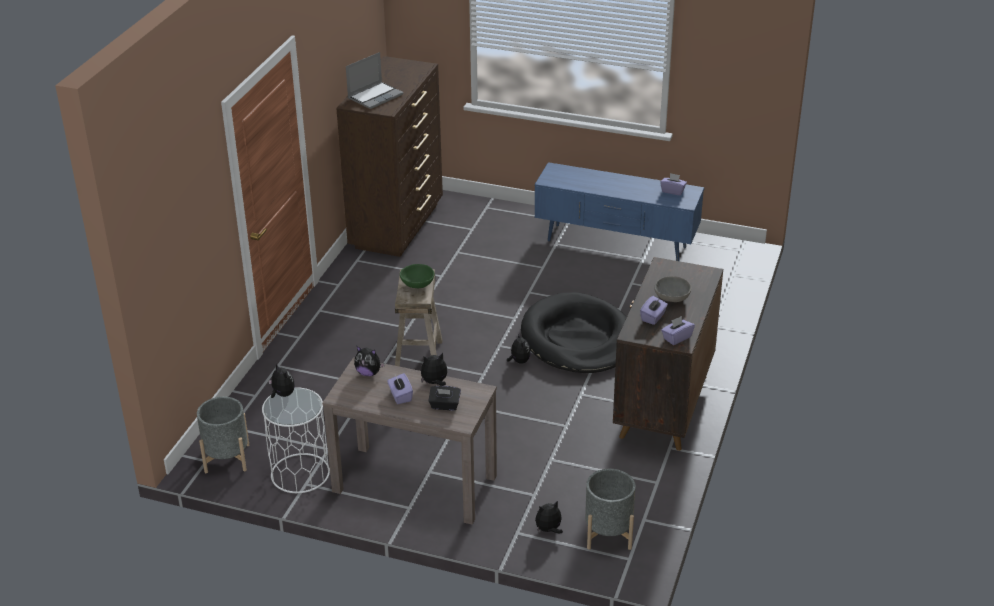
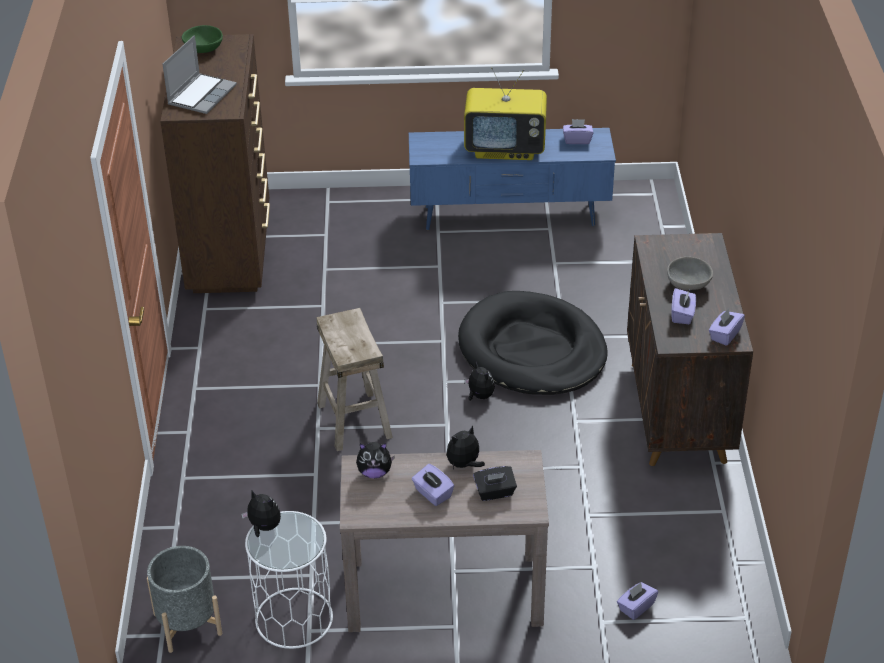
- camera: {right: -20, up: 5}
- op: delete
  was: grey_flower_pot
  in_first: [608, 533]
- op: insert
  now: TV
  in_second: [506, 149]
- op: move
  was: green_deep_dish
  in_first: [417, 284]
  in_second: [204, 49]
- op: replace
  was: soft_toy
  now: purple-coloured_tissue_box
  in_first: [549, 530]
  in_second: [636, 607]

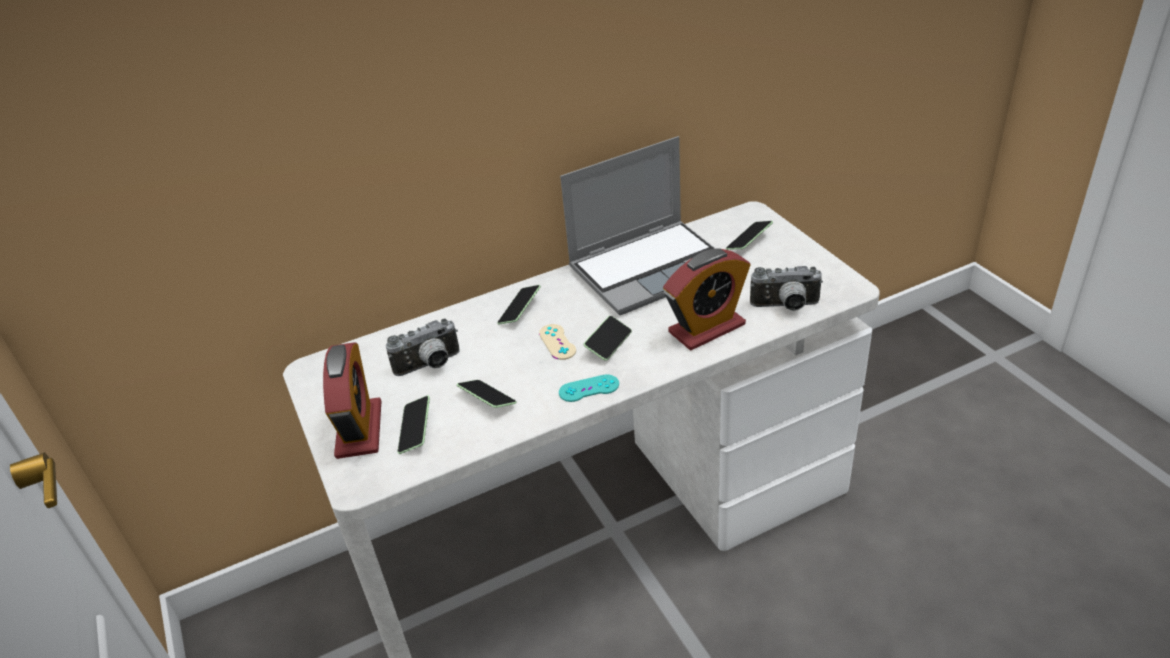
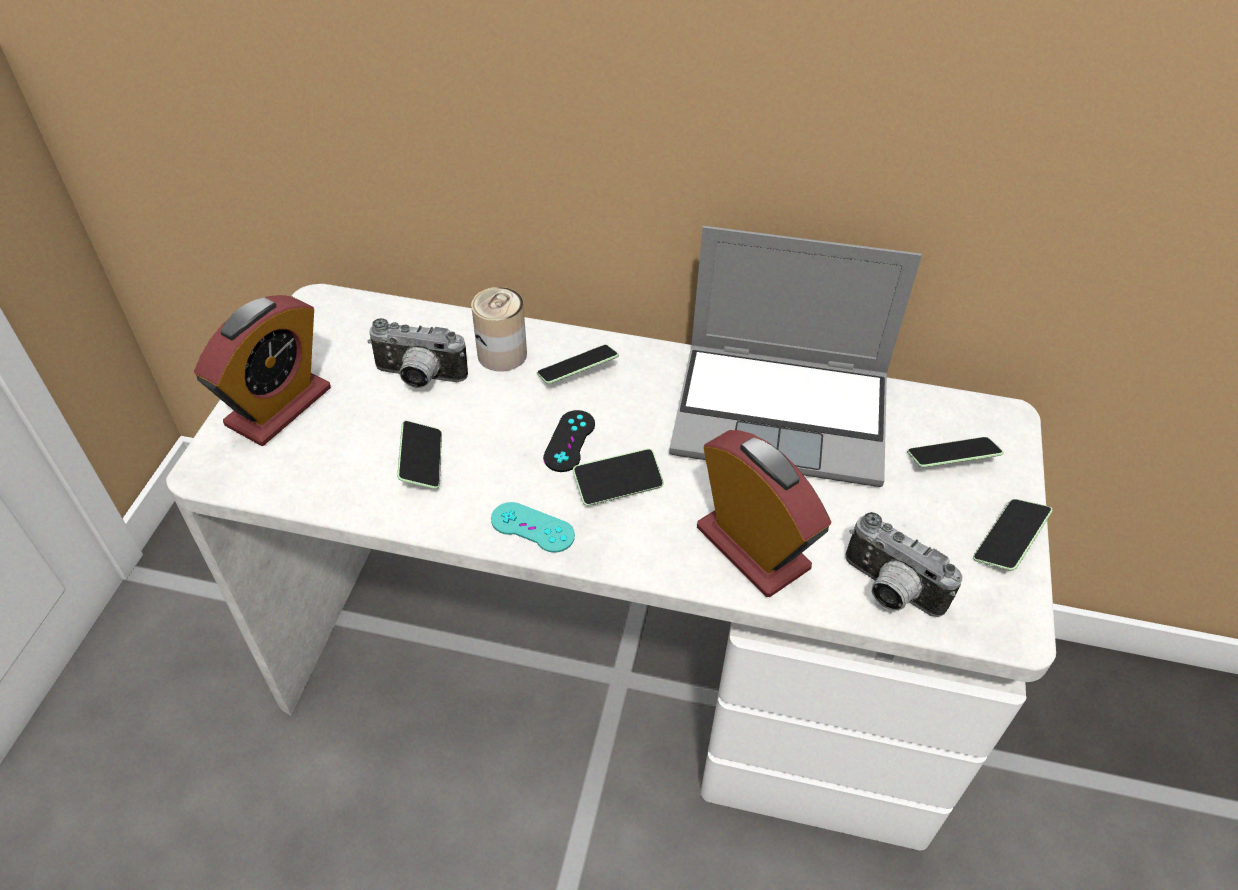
- camera: {right: 35, up: 10}
- op: insert
  now: can
  in_second: [502, 354]
- op: move
  was: handset
  in_first: [415, 431]
  in_second: [1008, 542]
- op: recolor
  was: beige_gamepad
  now: black-coloured_gamepad
  in_first: [557, 342]
  in_second: [569, 441]
- op: rotate
  was: alarm_clock
  in_first: [706, 328]
  in_second: [752, 548]
  clockwise: -135

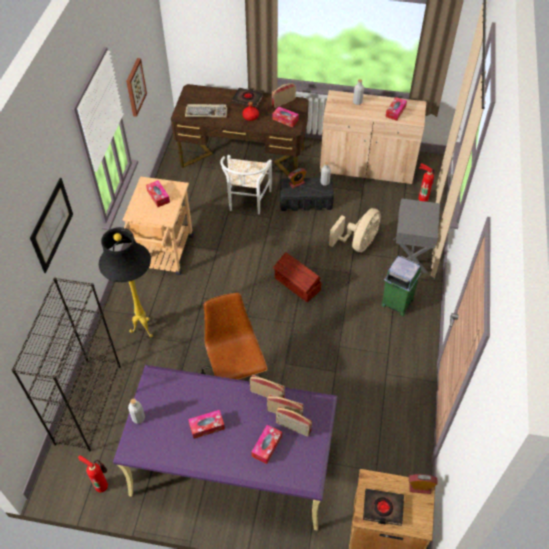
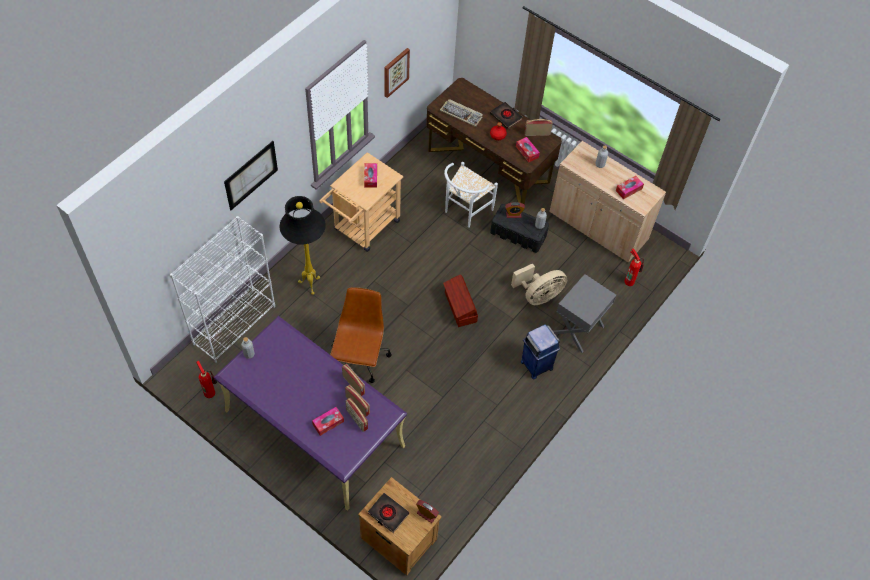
- camera: {right: 25, up: 5}
- op: delete
  was: tissue_box
  in_first: [207, 426]
- op: recolor
  was: black-coloured_bookcase
  now: white_bookcase
  in_first: [88, 403]
  in_second: [234, 324]
- op: recolor
  was: green_waste_bin
  now: blue_waste_bin
  in_first: [396, 302]
  in_second: [536, 364]

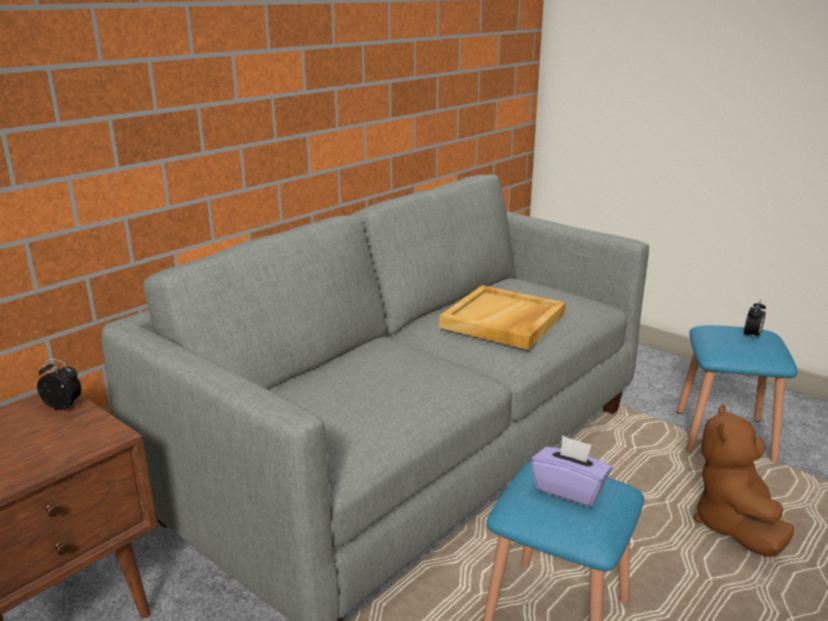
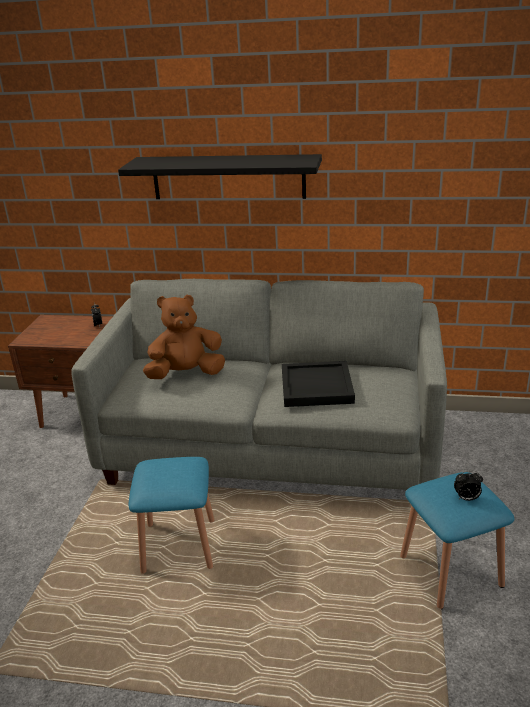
- camera: {right: 60, up: 5}
- op: delete
  was: purple-coloured_tissue_box
  in_first: [569, 490]
- op: insert
  now: black-coloured_shelf
  in_second: [228, 177]
- op: move
  was: brownish_soft_toy
  in_first: [734, 526]
  in_second: [186, 374]
- op: recolor
  was: beige_tray
  now: black-coloured_tray
  in_first: [503, 321]
  in_second: [316, 387]

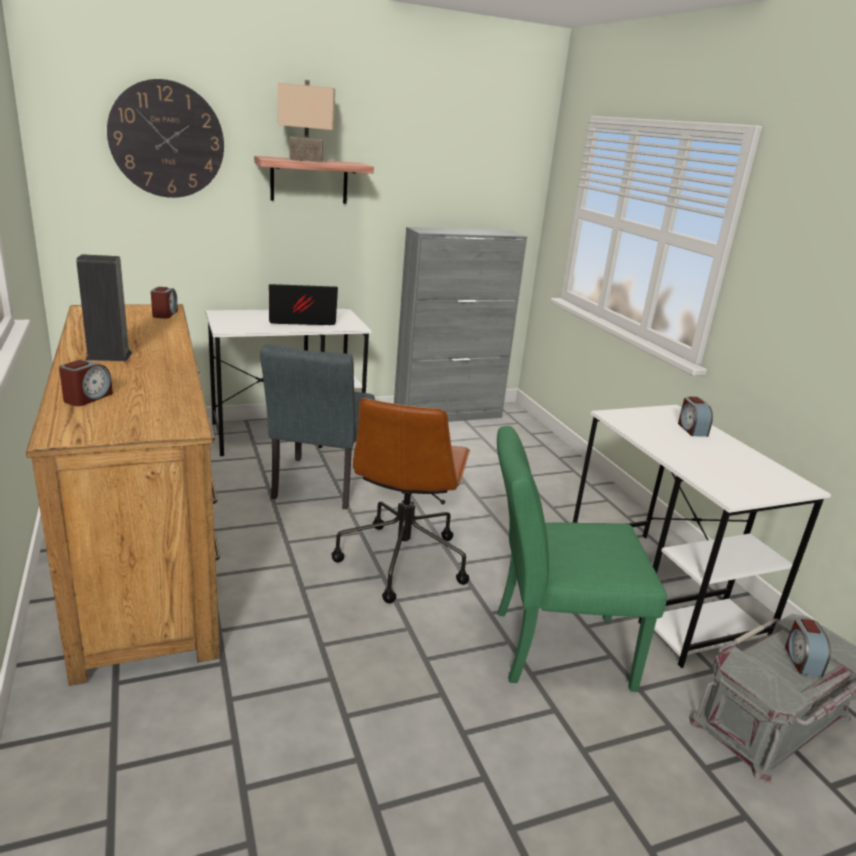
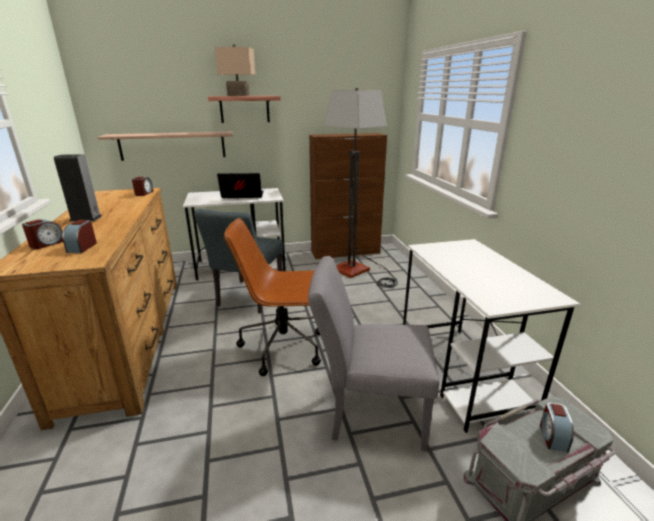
- camera: {right: 10, up: 0}
- op: delete
  was: wall_clock
  in_first: [167, 140]
- op: insert
  now: shelf
  in_second: [172, 145]
- op: insert
  now: floor_lamp
  in_second: [360, 272]
- op: move
  was: alarm_clock
  in_first: [691, 429]
  in_second: [82, 247]
- op: recolor
  was: grey_cabinet
  now: brownish_cabinet
  in_first: [448, 414]
  in_second: [345, 252]
- op: recolor
  was: green_upright_chair
  now: grey_upright_chair
  in_first: [549, 647]
  in_second: [369, 413]
- op: rotate
  was: brownish_computer_chair
  in_first: [402, 559]
  in_second: [285, 347]
  clockwise: 75

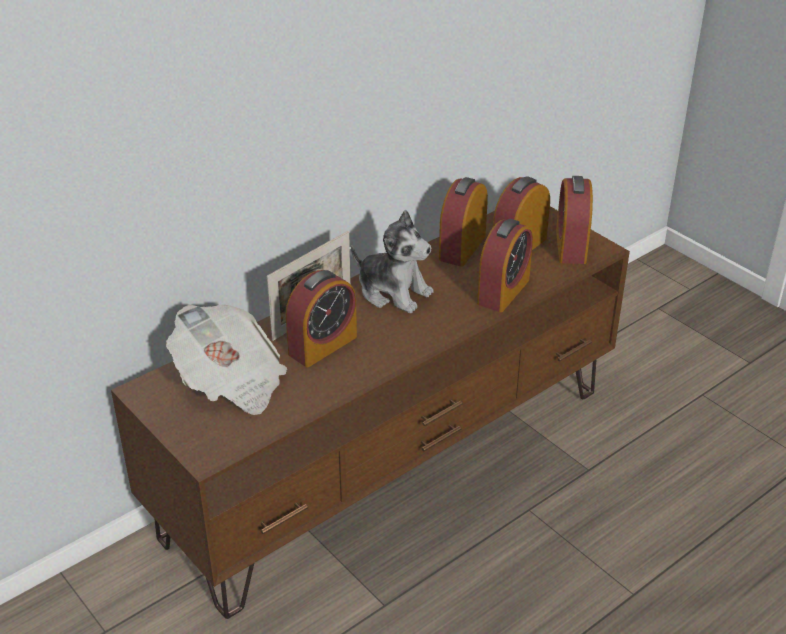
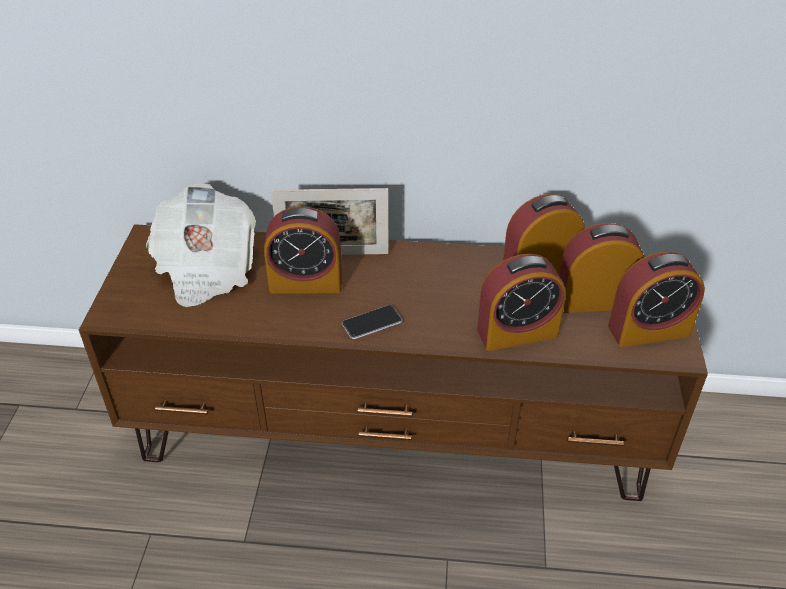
- camera: {right: 45, up: 5}
- op: delete
  was: soft_toy
  in_first: [393, 292]
- op: insert
  now: handset
  in_second: [372, 323]
- op: rotate
  was: alarm_clock
  in_first: [570, 246]
  in_second: [648, 330]
  clockwise: -150

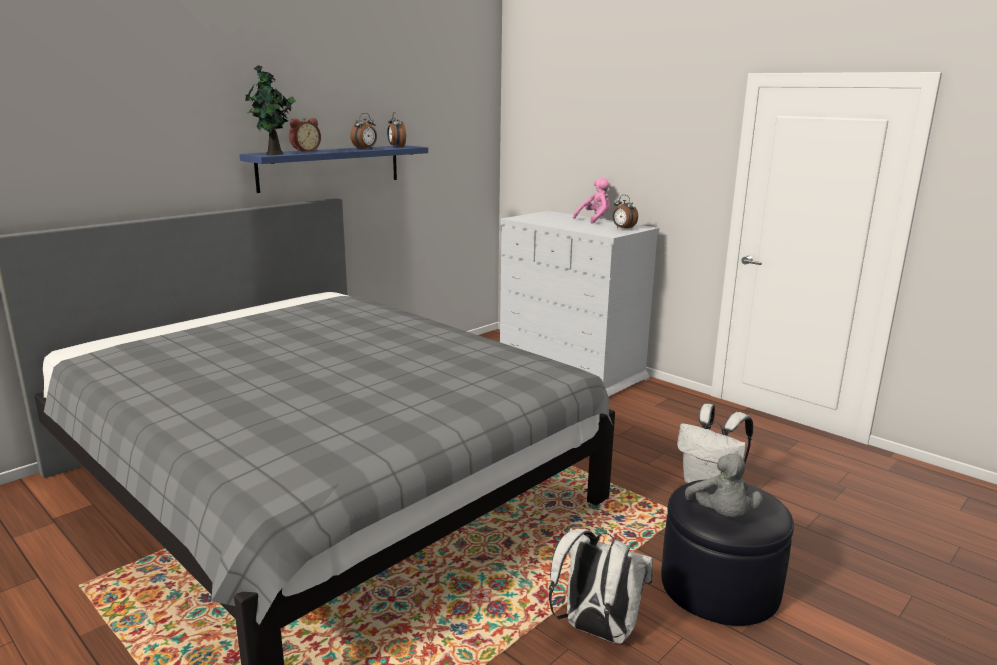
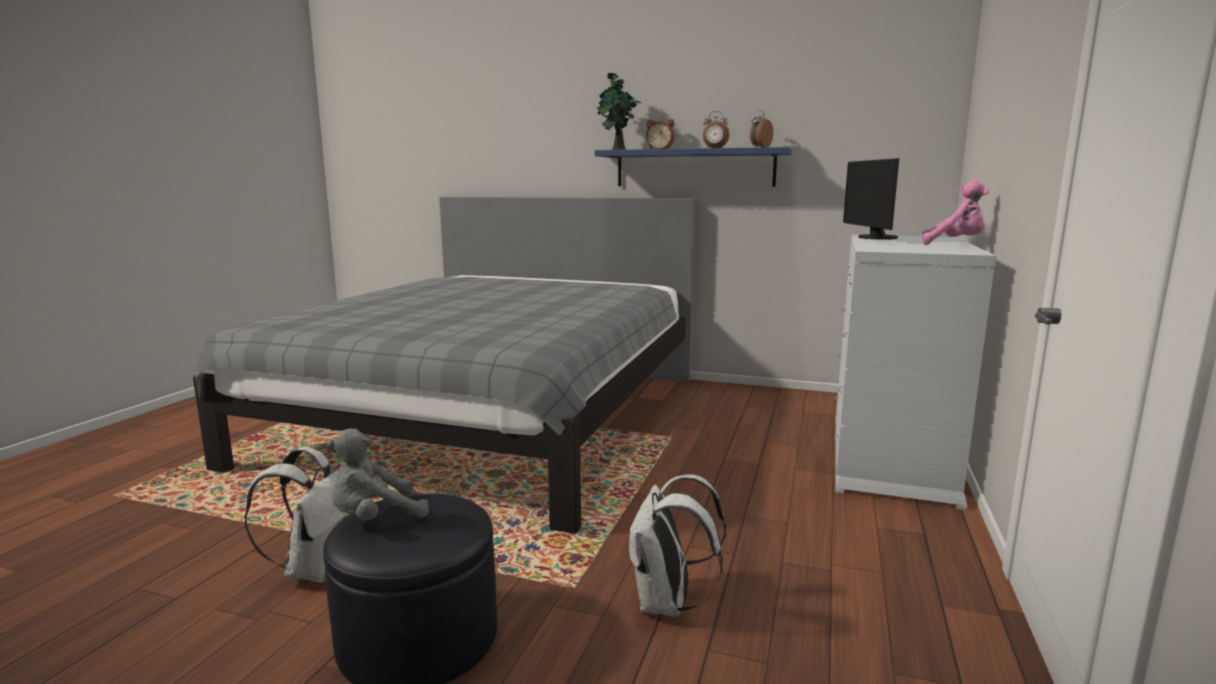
- camera: {right: 65, up: -5}
- op: delete
  was: alarm_clock
  in_first: [623, 228]
- op: insert
  now: monitor
  in_second: [873, 238]

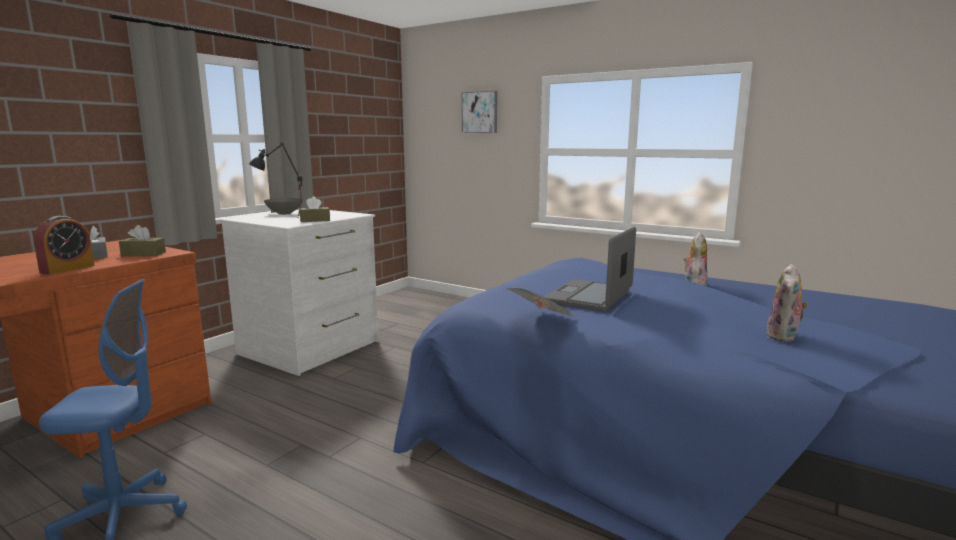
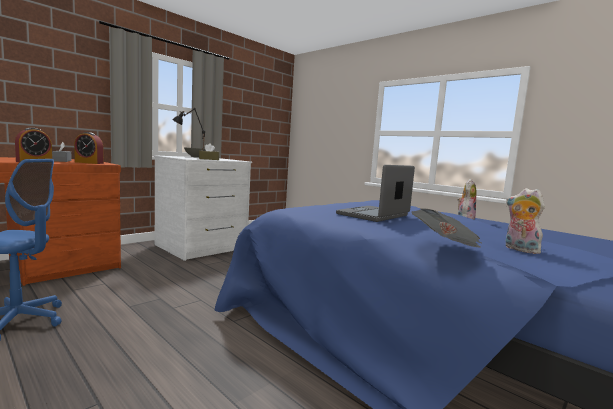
- camera: {right: 10, up: -5}
- op: delete
  was: wall_picture
  in_first: [480, 112]
- op: move
  was: newspaper
  in_first: [543, 321]
  in_second: [446, 247]
- op: replace
  was: brownish_tissue_box
  now: alarm_clock
  in_first: [143, 254]
  in_second: [89, 163]
- op: rotate
  was: soft_toy
  in_first: [784, 337]
  in_second: [519, 249]
  clockwise: 105

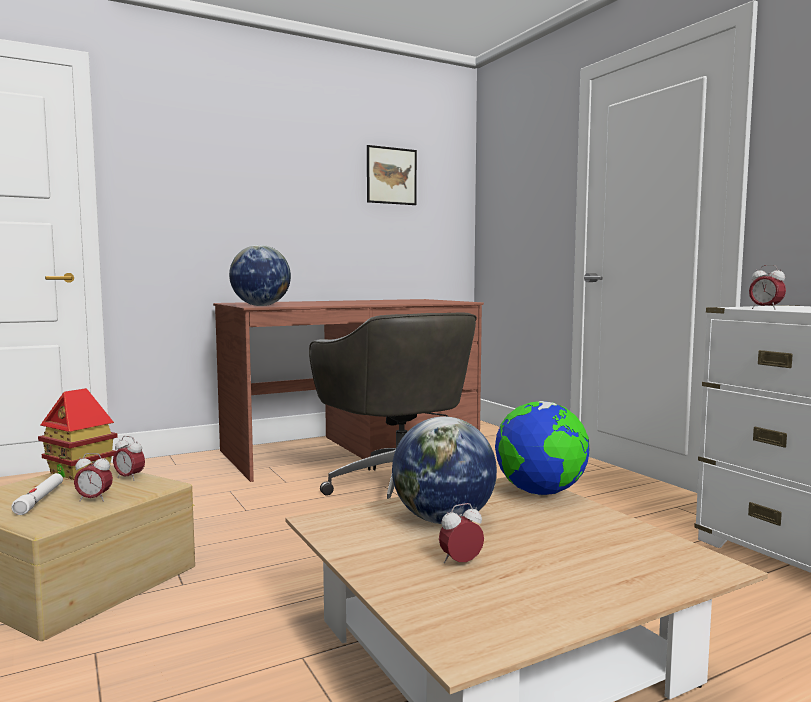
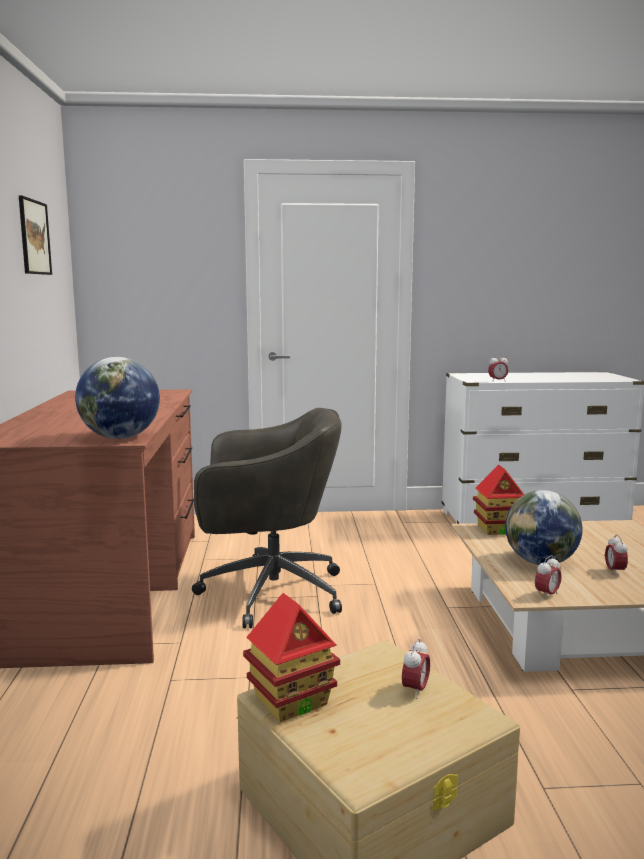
- camera: {right: -65, up: 5}
- op: delete
  was: white_hand_torch
  in_first: [40, 499]
- op: move
  was: alarm_clock
  in_first: [129, 478]
  in_second: [547, 595]
- op: replace
  was: globe
  now: miniature_house
  in_first: [540, 493]
  in_second: [498, 529]

